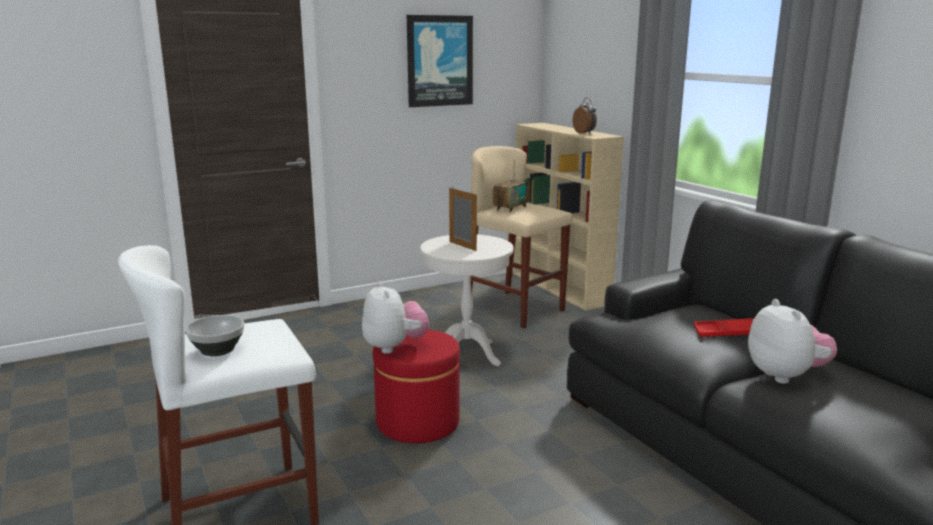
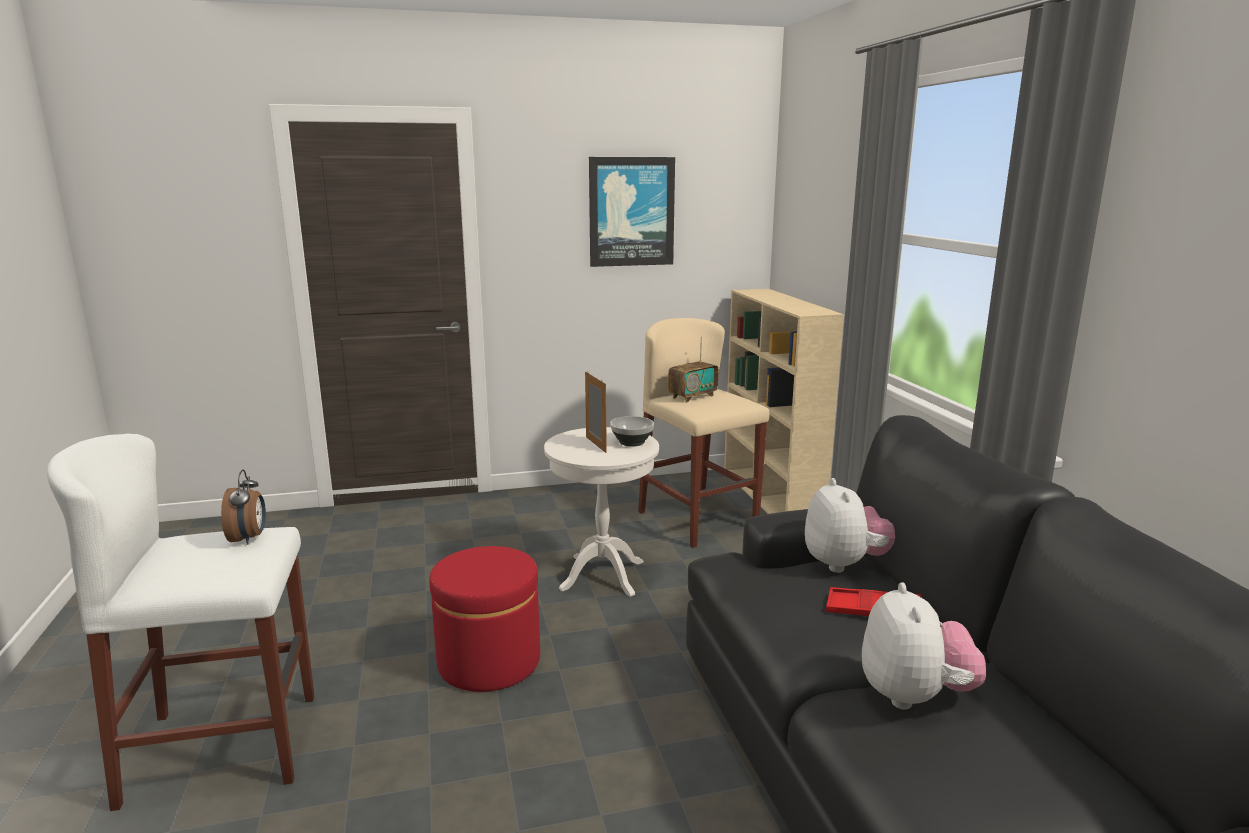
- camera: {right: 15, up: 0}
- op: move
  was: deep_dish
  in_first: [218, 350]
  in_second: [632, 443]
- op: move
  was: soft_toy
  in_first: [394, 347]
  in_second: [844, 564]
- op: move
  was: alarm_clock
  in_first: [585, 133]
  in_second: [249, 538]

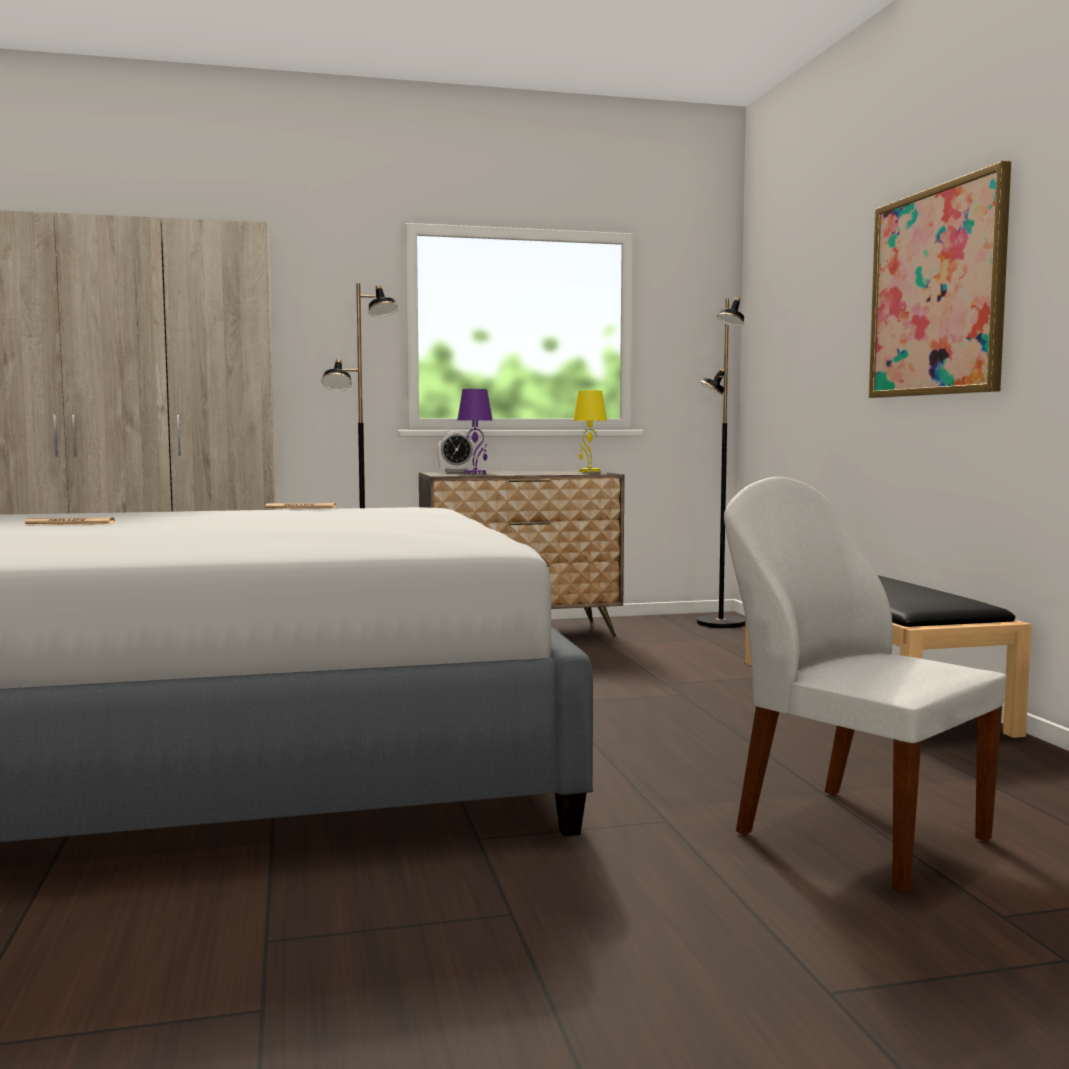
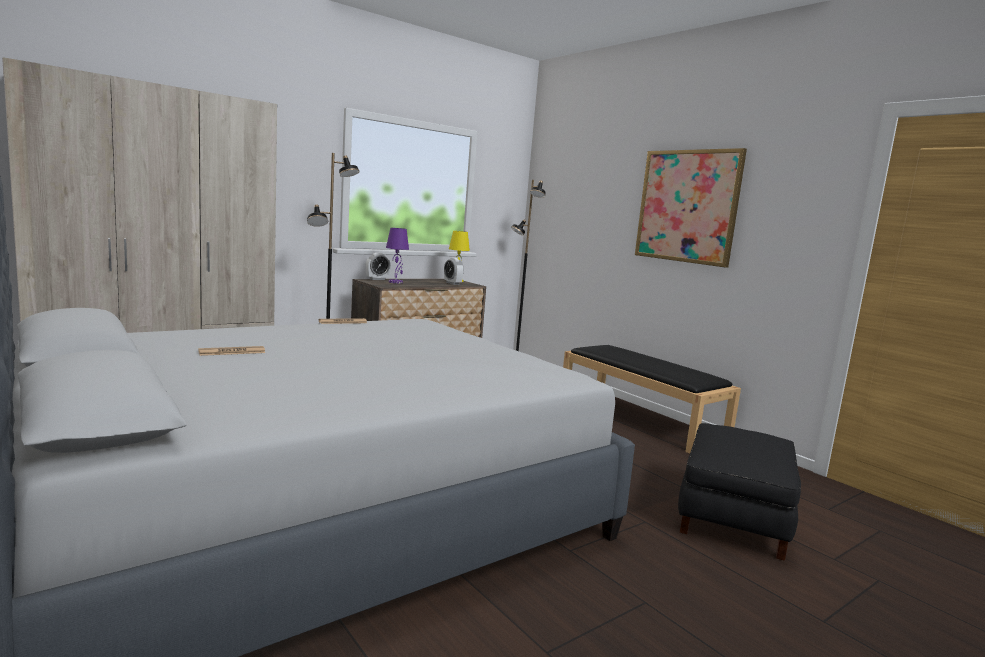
- camera: {right: -25, up: 5}
- op: insert
  now: alarm_clock
  in_second: [452, 283]
- op: replace
  was: white_upright_chair
  now: black-coloured_footrest
  in_first: [855, 834]
  in_second: [731, 517]

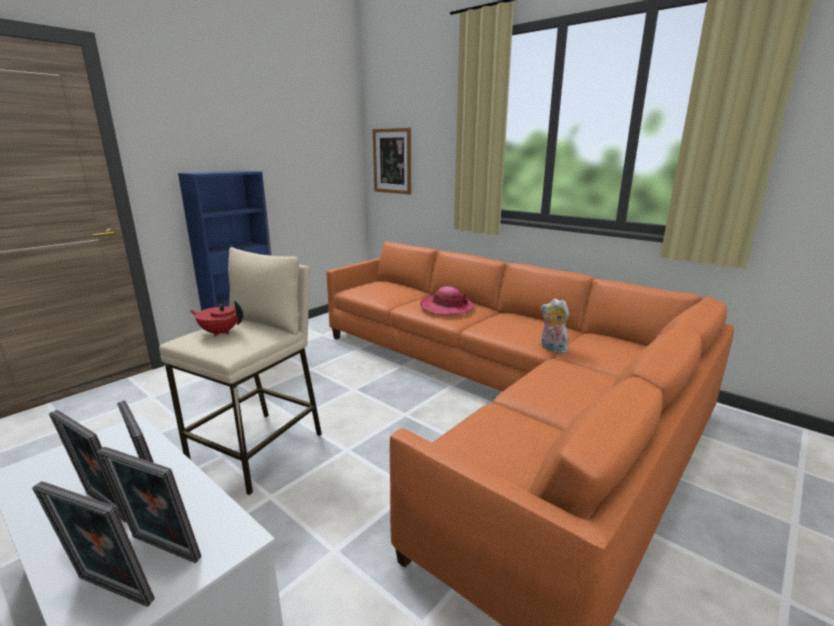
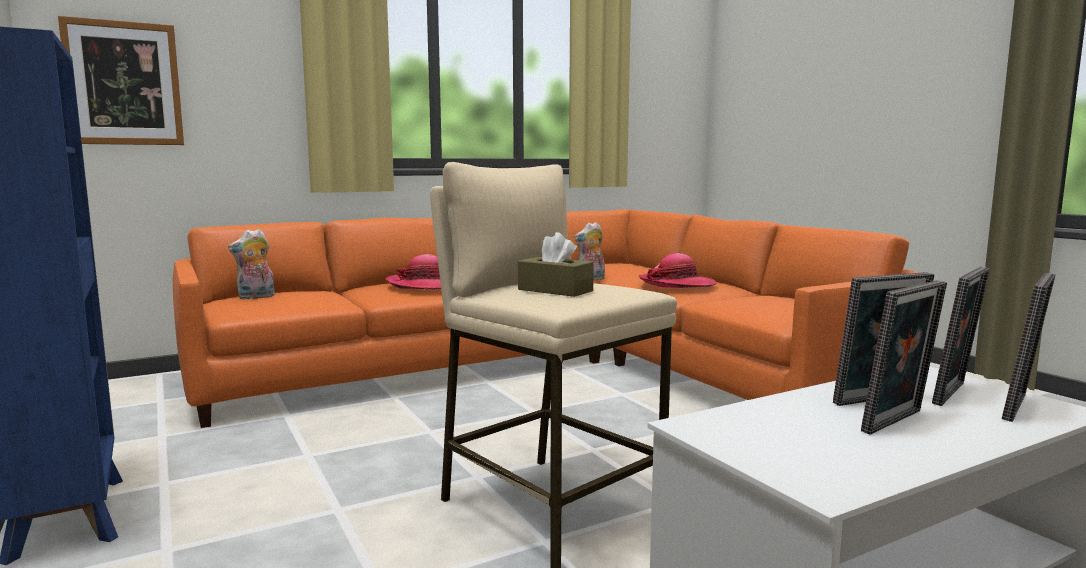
- camera: {right: -70, up: -10}
- op: insert
  now: soft_toy
  in_second: [256, 297]
- op: insert
  now: clothing_hat
  in_second: [677, 284]
- op: replace
  was: reddish_pot_for_tea
  now: brownish_tissue_box
  in_first: [220, 332]
  in_second: [555, 290]

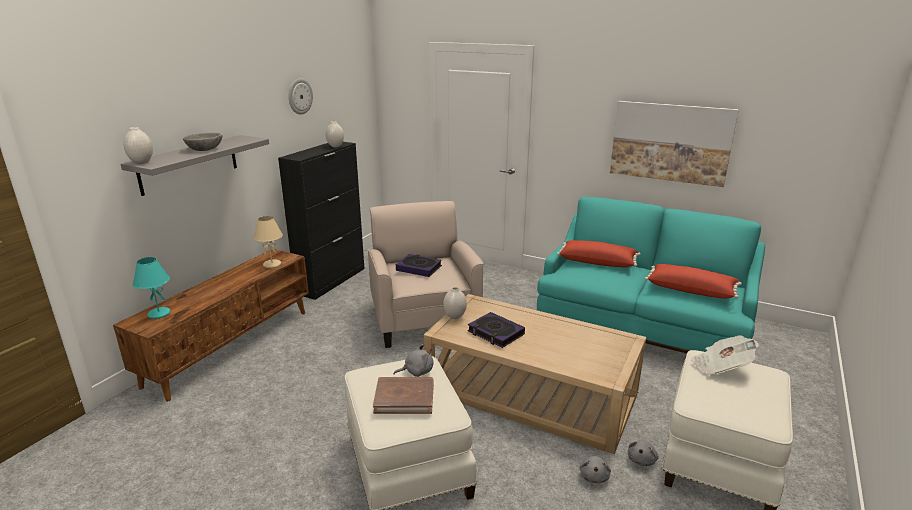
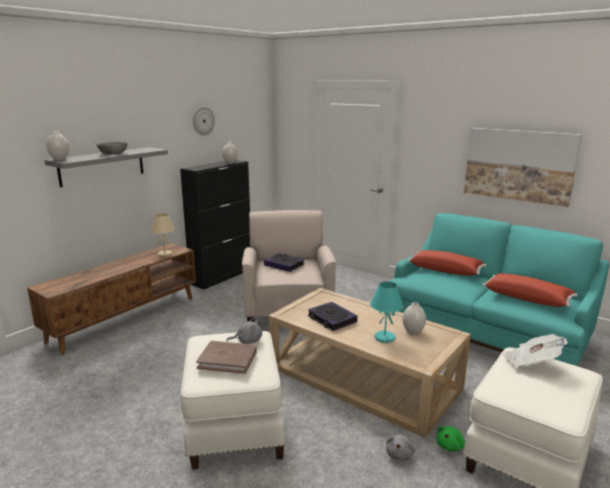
- camera: {right: 10, up: -5}
- op: move
  was: turquoise_lamp_for_a_table
  in_first: [158, 314]
  in_second: [384, 338]
- op: move
  was: white_vase
  in_first: [454, 316]
  in_second: [413, 332]
- op: recolor
  was: grey_soft_toy
  now: green_soft_toy
  in_first: [642, 459]
  in_second: [450, 446]

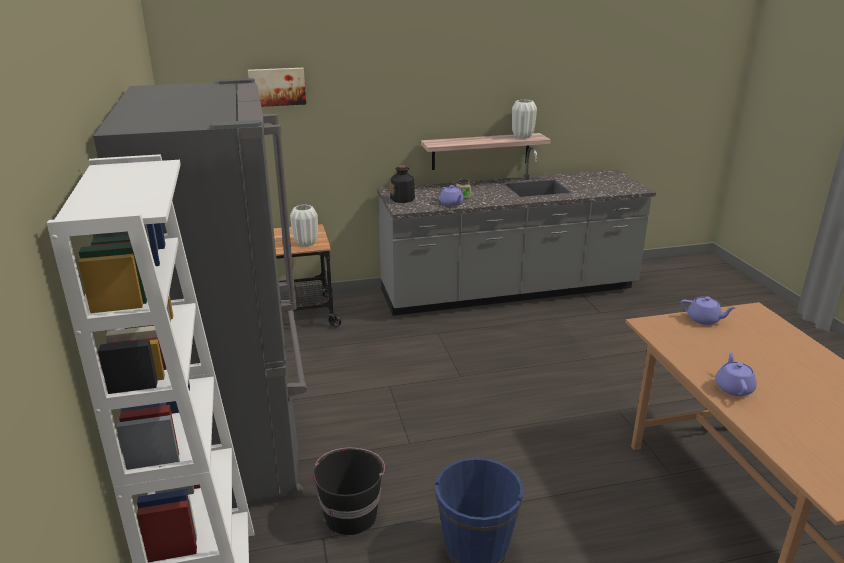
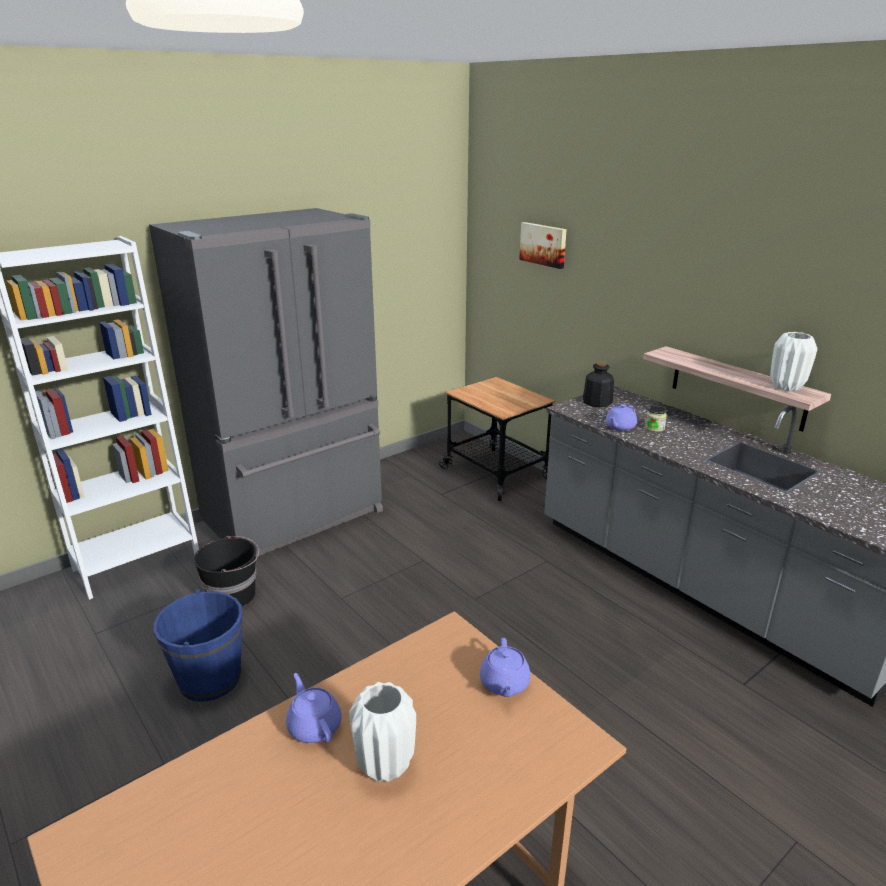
- camera: {right: 65, up: 0}
- op: move
  was: white_vase
  in_first: [305, 243]
  in_second: [385, 765]
- op: rotate
  was: purple-coloured_pot_for_tea
  in_first: [733, 388]
  in_second: [314, 725]
  clockwise: -105

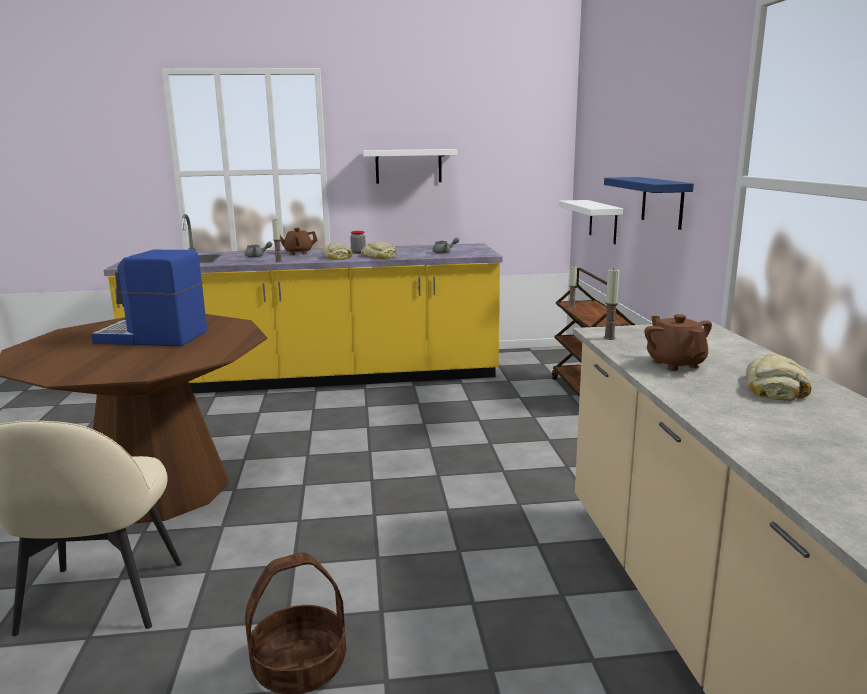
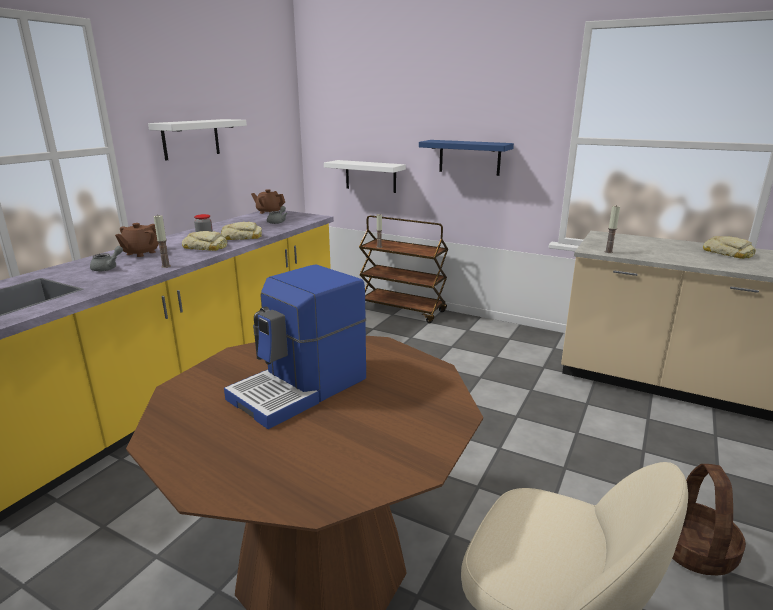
- camera: {right: -55, up: 5}
- op: move
  was: brownish_pot_for_tea
  in_first: [675, 364]
  in_second: [269, 212]

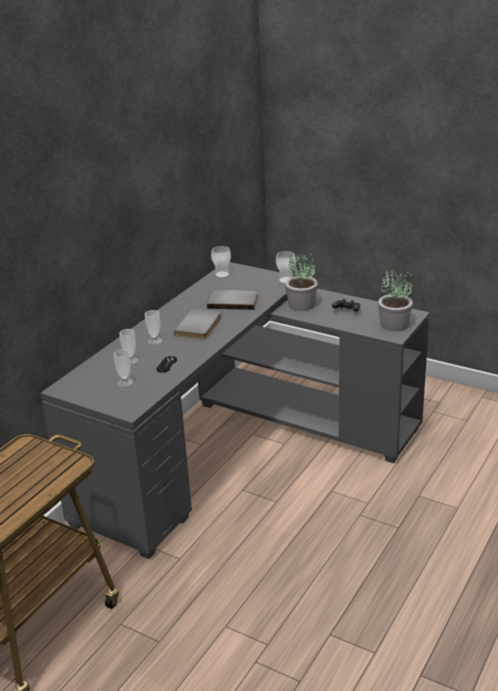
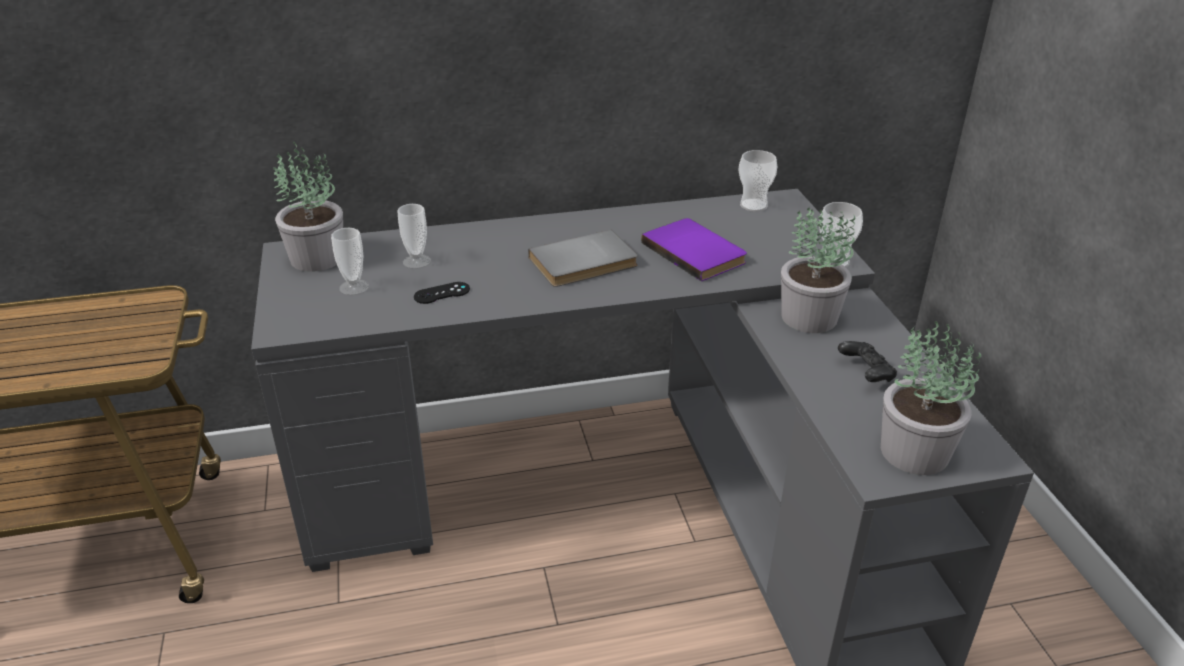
- camera: {right: 45, up: 5}
- op: delete
  was: small_cup
  in_first: [155, 341]
- op: insert
  now: plant_in_a_pot
  in_second: [315, 258]
- op: recolor
  was: grey_volume
  now: purple-coloured_volume
  in_first: [233, 301]
  in_second: [696, 252]

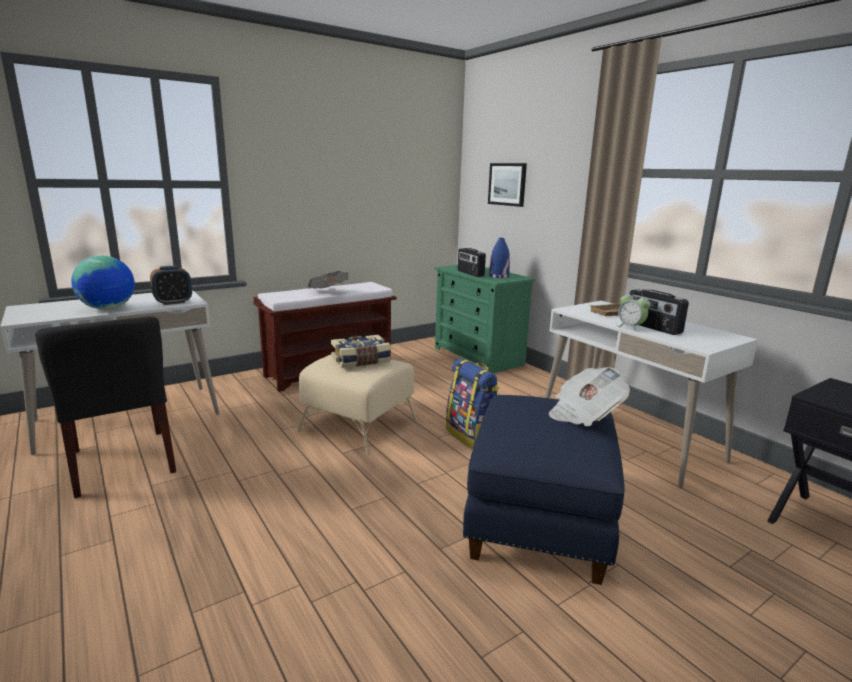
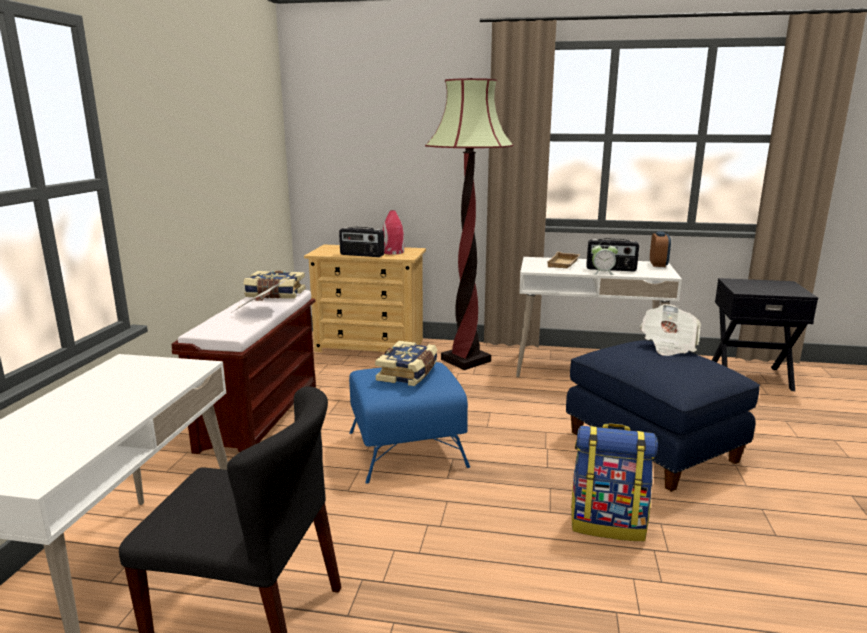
- camera: {right: -45, up: 0}
- op: delete
  was: globe
  in_first: [108, 308]
- op: delete
  was: wall_picture
  in_first: [507, 184]
- op: insert
  now: volume
  in_second: [275, 294]
- op: insert
  now: floor_lamp
  in_second: [465, 360]
- op: move
  was: alarm_clock
  in_first: [173, 302]
  in_second: [658, 265]
- op: move
  was: backpack
  in_first: [471, 436]
  in_second: [608, 524]
- op: recolor
  was: beige_footrest
  now: blue_footrest
  in_first: [358, 424]
  in_second: [405, 449]
- op: recolor
  was: green_dresser
  now: beige_dresser
  in_first: [478, 356]
  in_second: [370, 345]
- op: recolor
  was: blue_vase
  now: reddish_vase
  in_first: [498, 276]
  in_second: [393, 252]

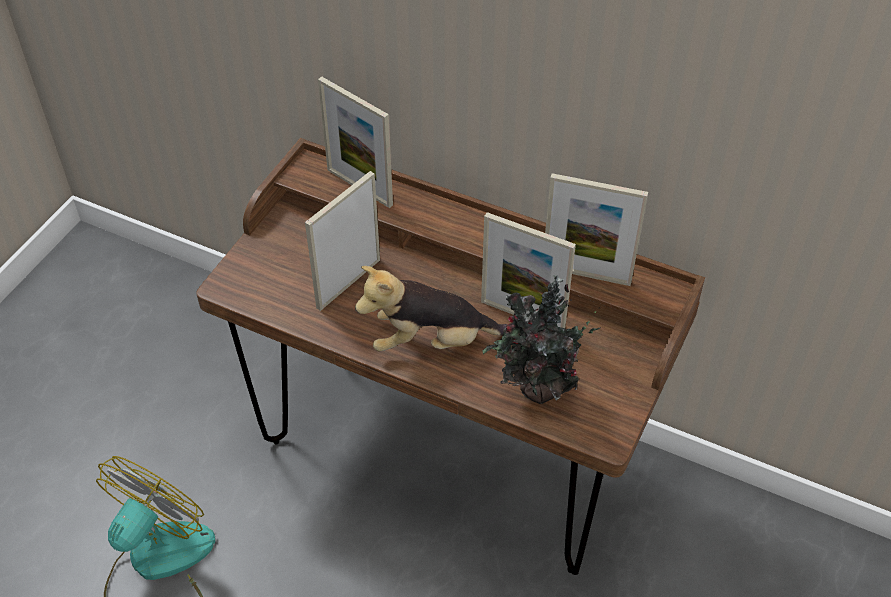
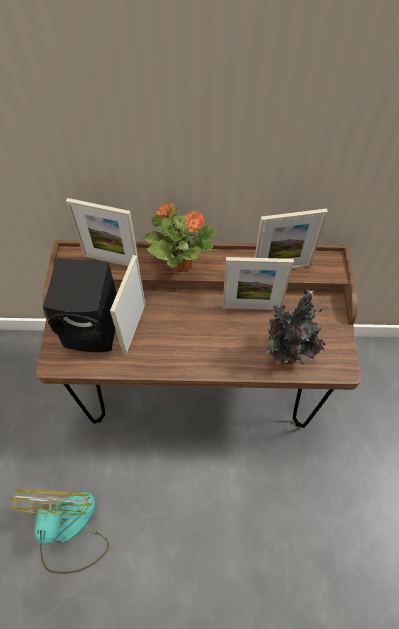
- camera: {right: -25, up: 10}
- op: delete
  was: soft_toy
  in_first: [431, 341]
- op: insert
  now: black-coloured_speaker
  in_second: [94, 327]
- op: insert
  now: plant_in_a_pot
  in_second: [180, 262]

